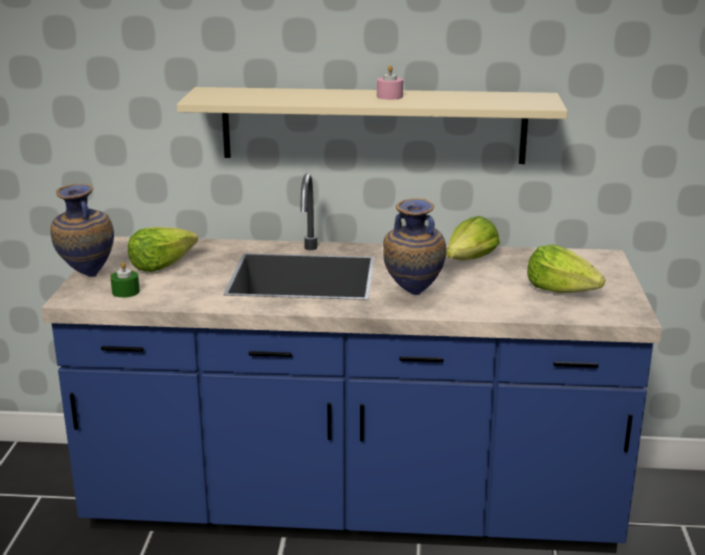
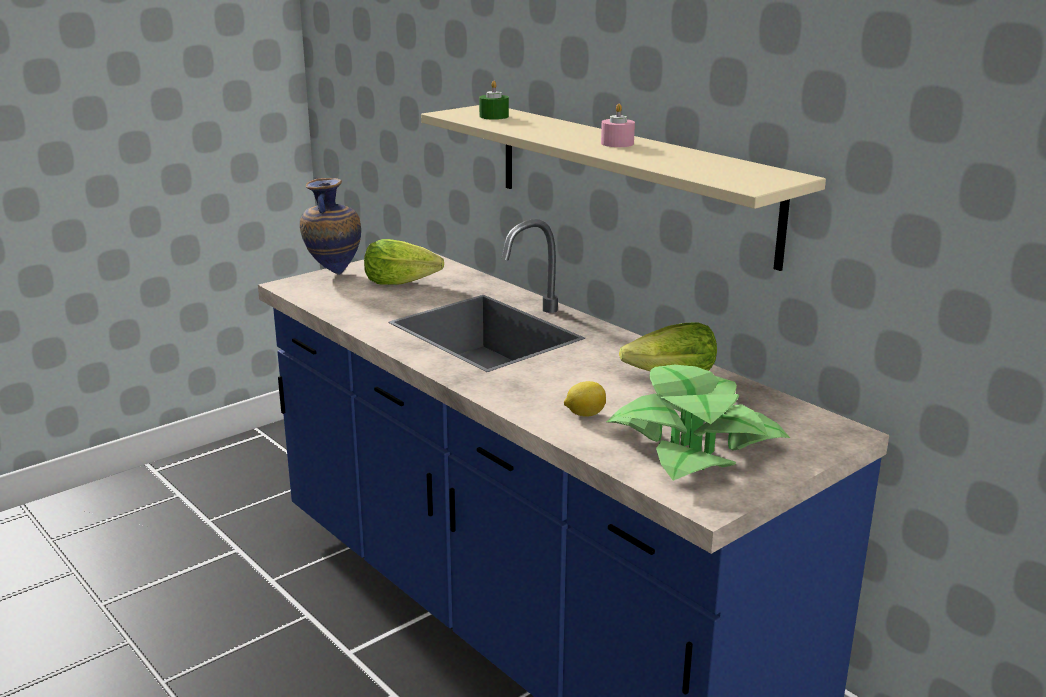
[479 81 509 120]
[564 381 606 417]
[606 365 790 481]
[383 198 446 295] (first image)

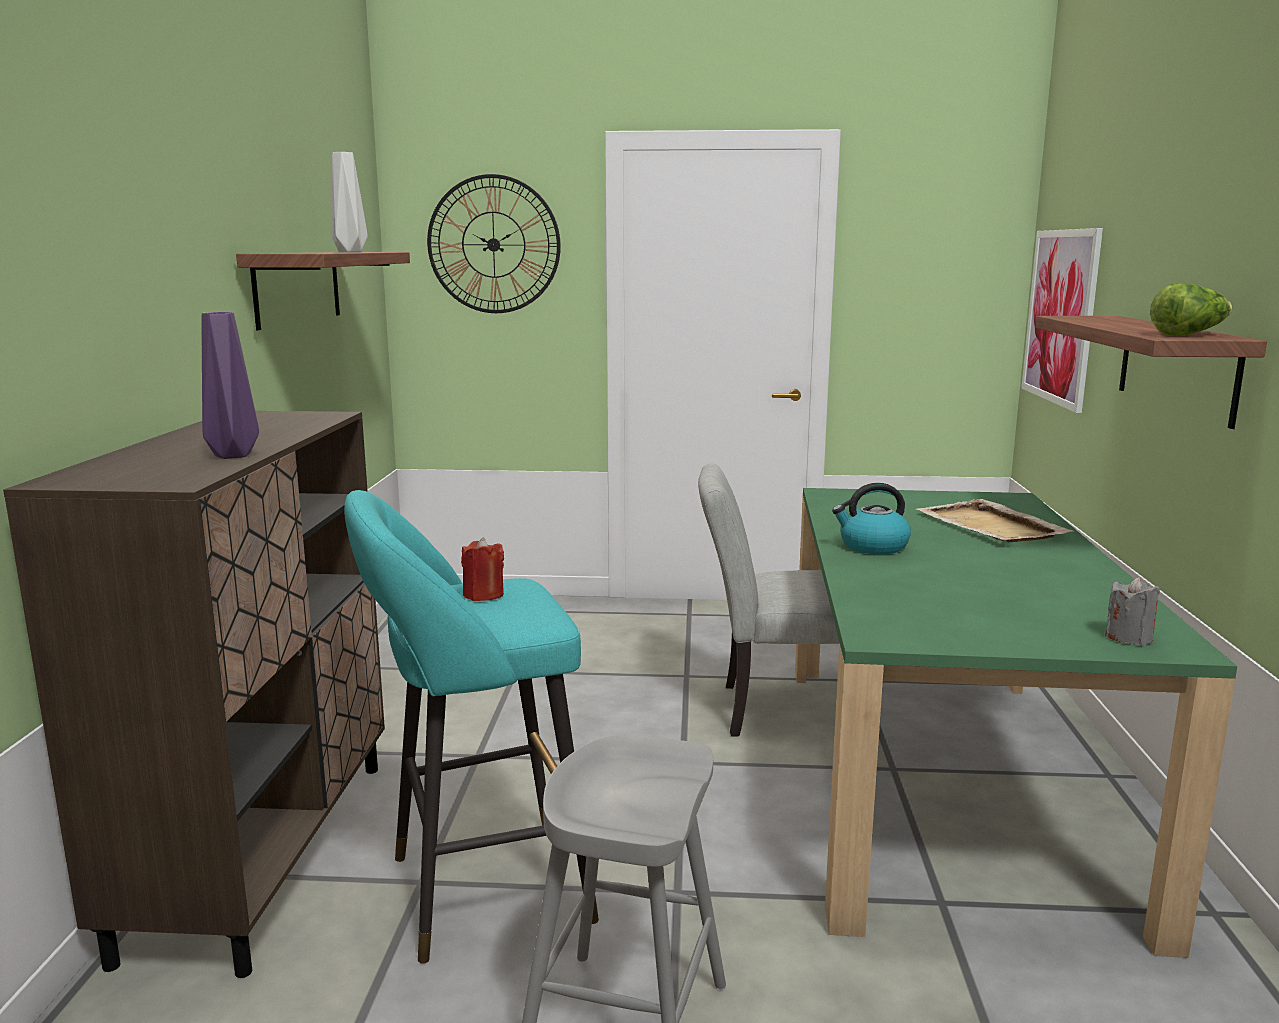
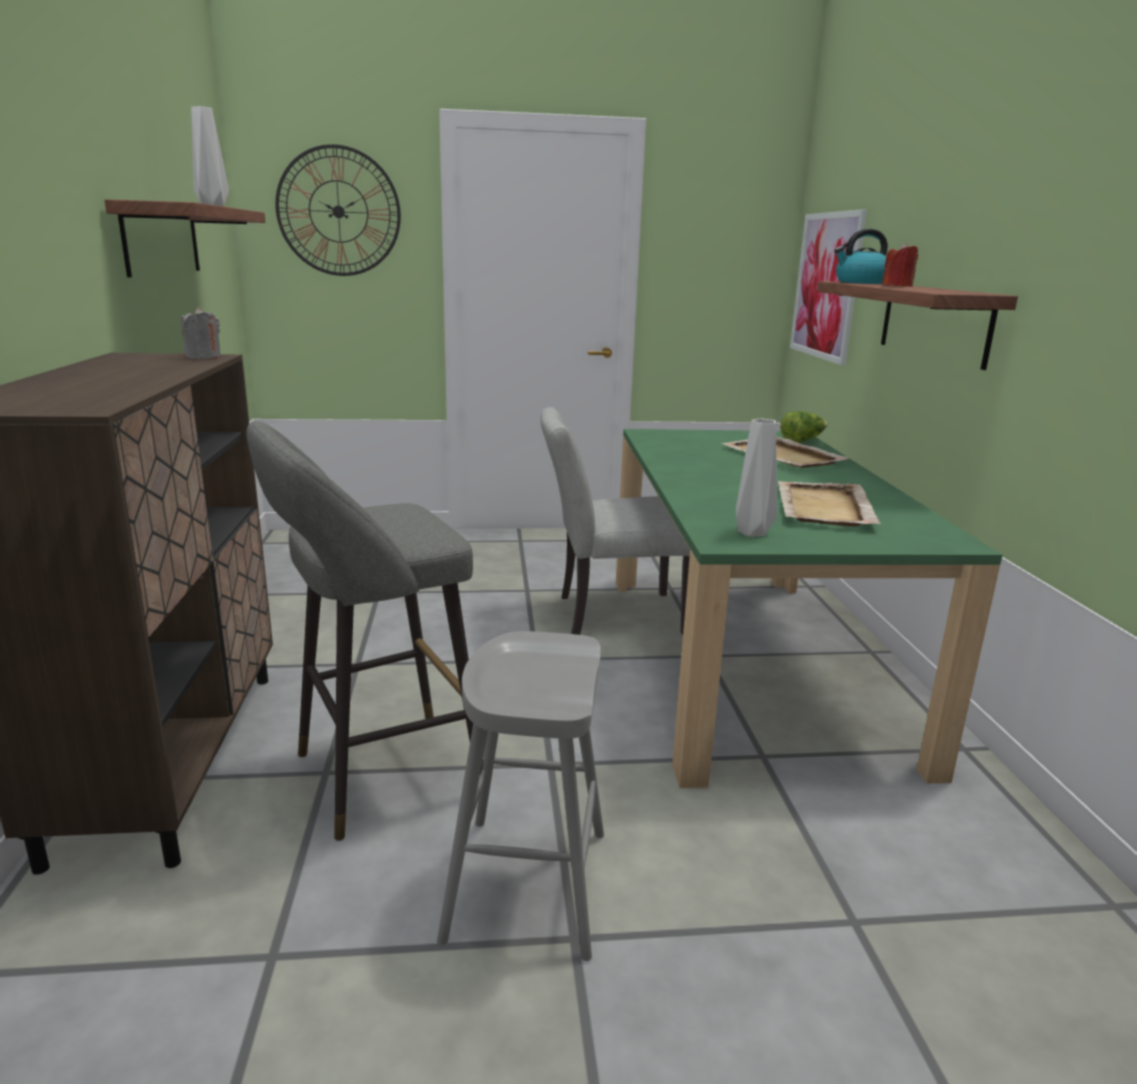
[181 307 221 359]
[246 421 483 841]
[736 418 777 537]
[778 481 881 527]
[780 411 827 443]
[834 229 888 284]
[882 242 918 287]
[201 312 259 459] (first image)

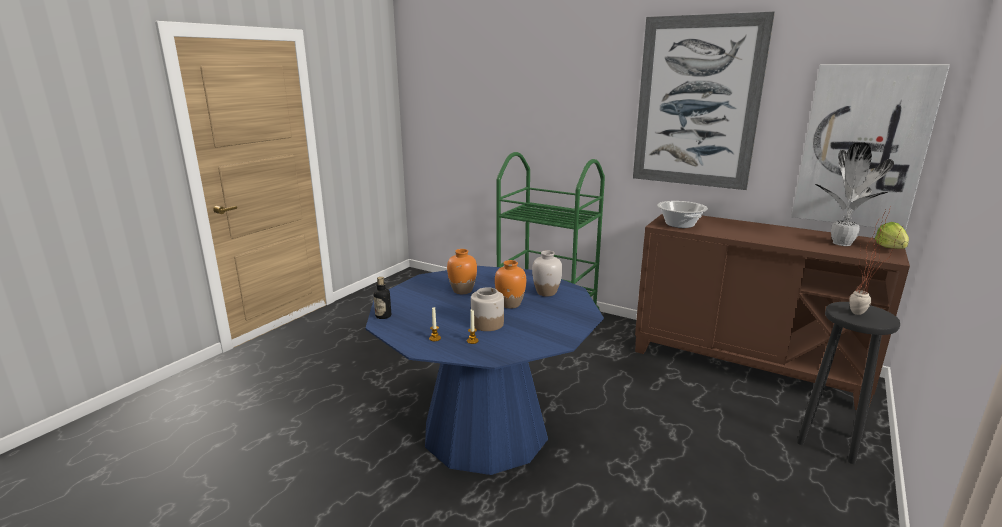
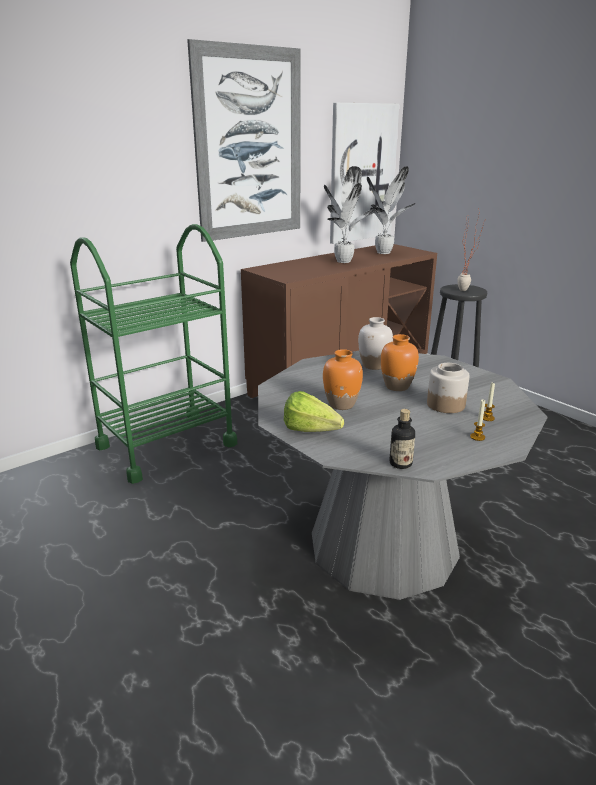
[258 351 547 600]
[284 391 344 432]
[324 166 376 263]
[657 201 708 228] (first image)

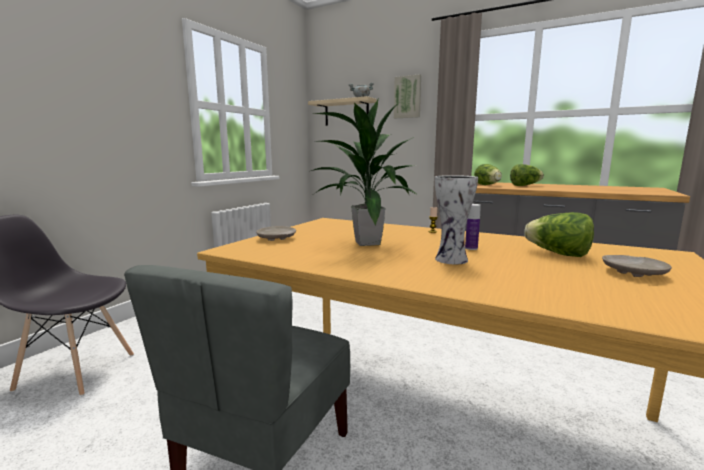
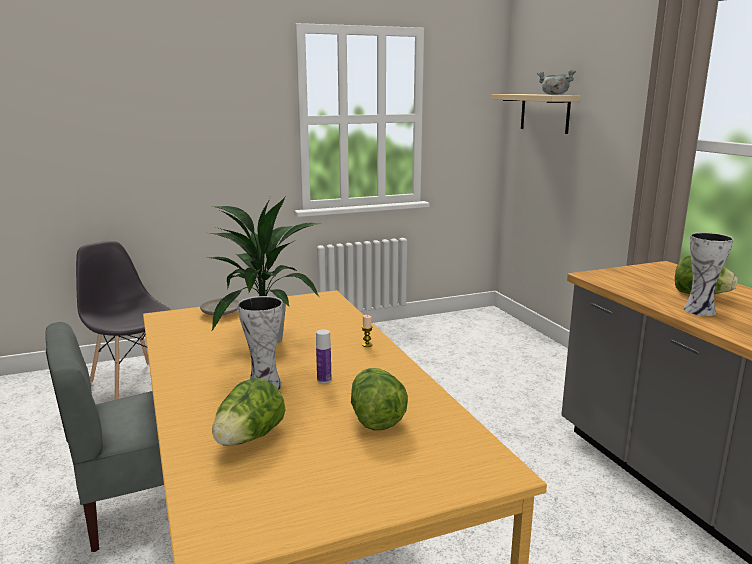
[212 378 285 446]
[684 232 734 316]
[394 74 421 118] (first image)
[602 255 672 277] (first image)

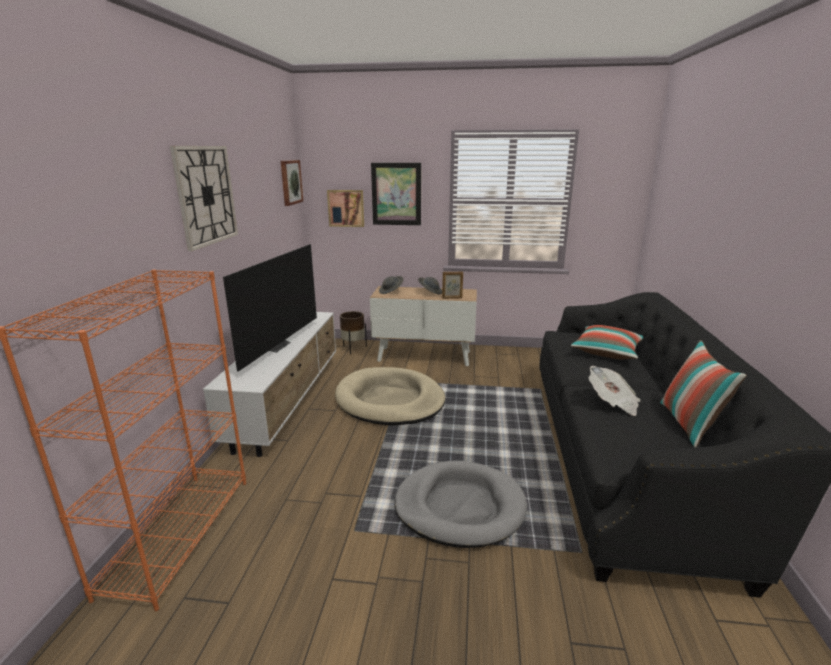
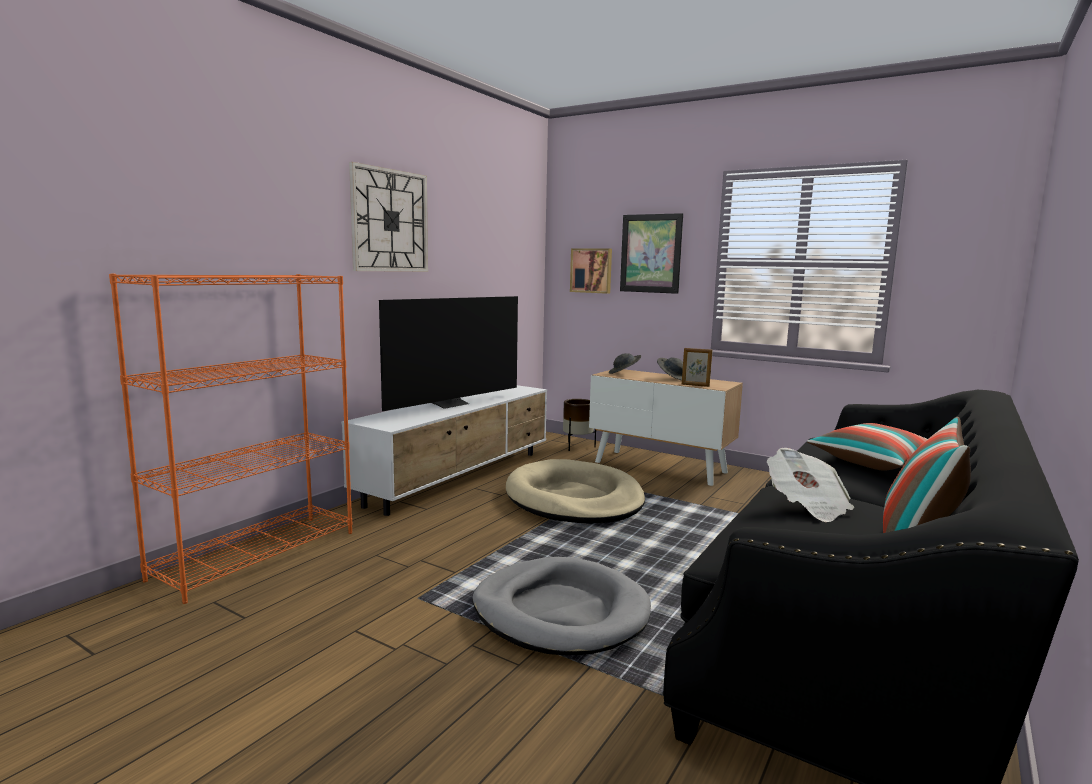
[281 160 303 206] (first image)

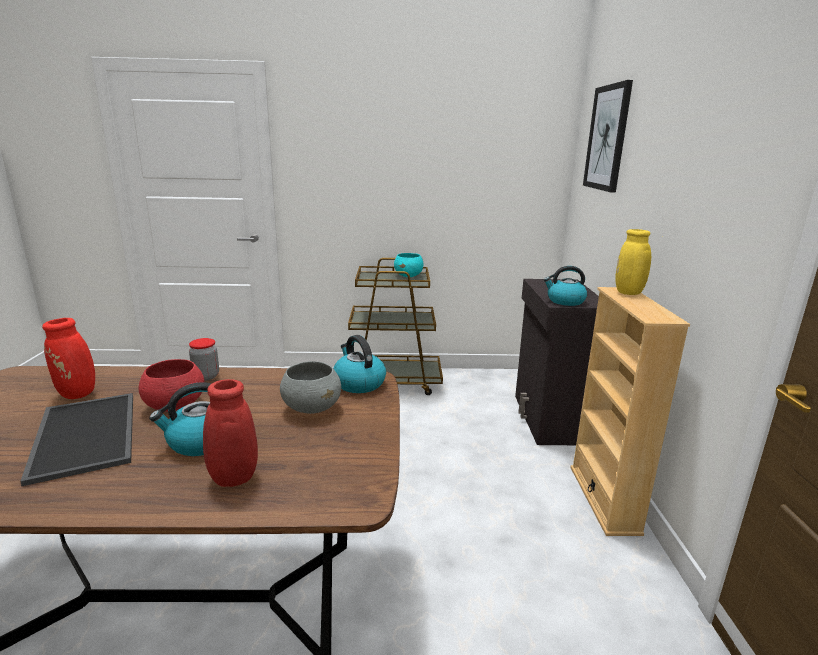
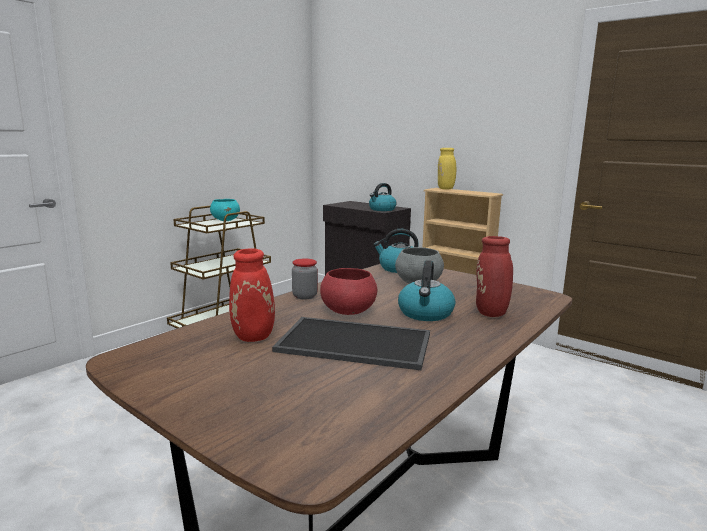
[583 80 633 193] (first image)

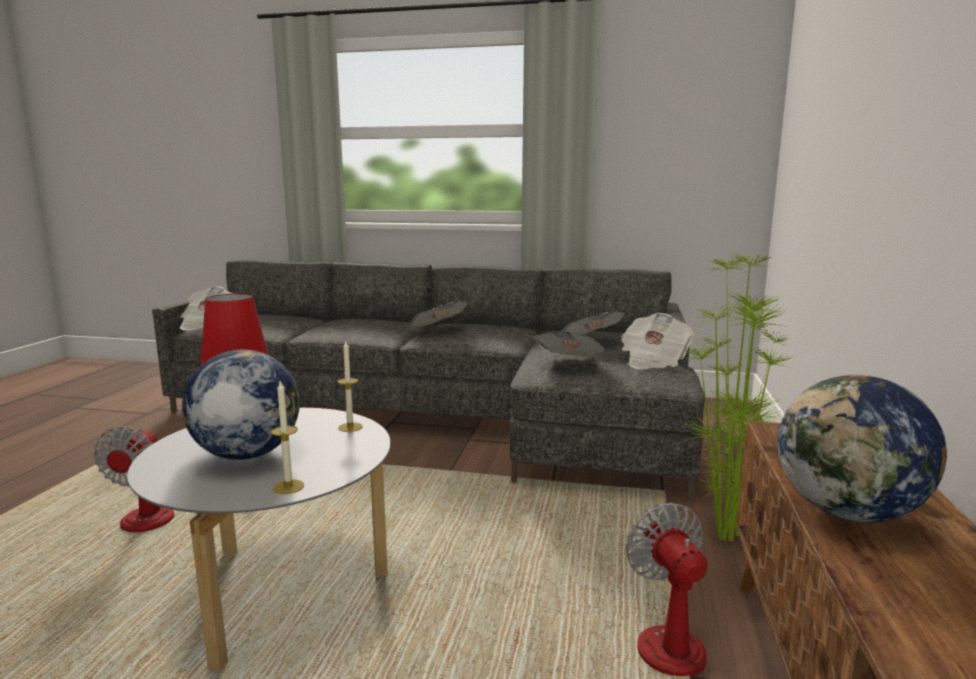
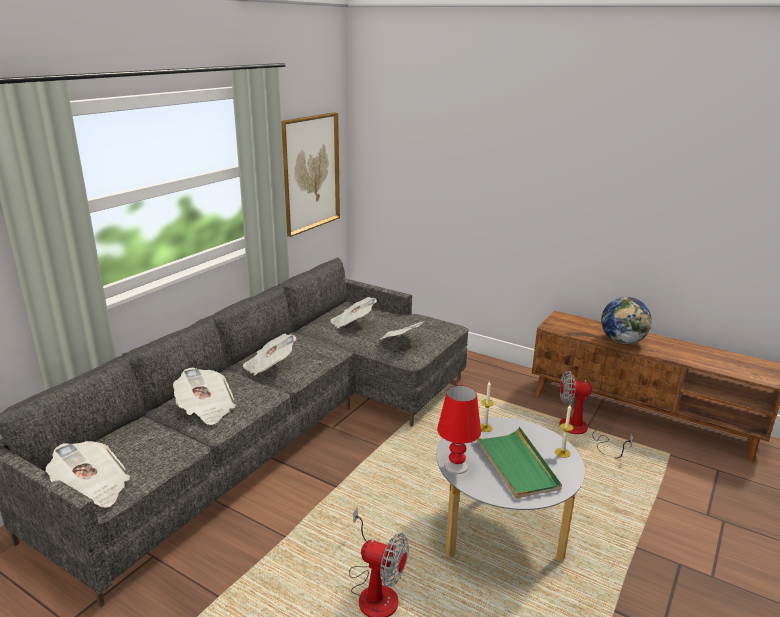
[173 367 236 425]
[281 112 340 237]
[477 427 562 498]
[678 252 793 541] (first image)

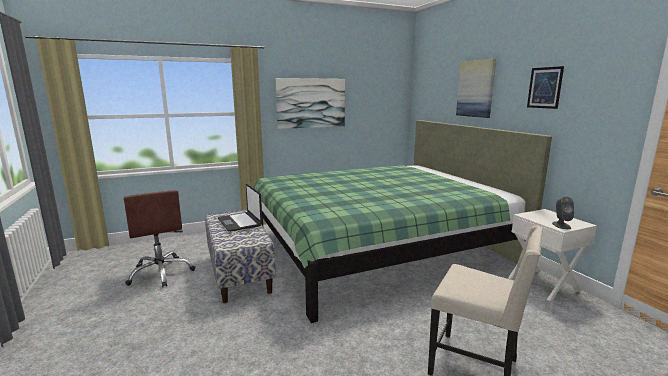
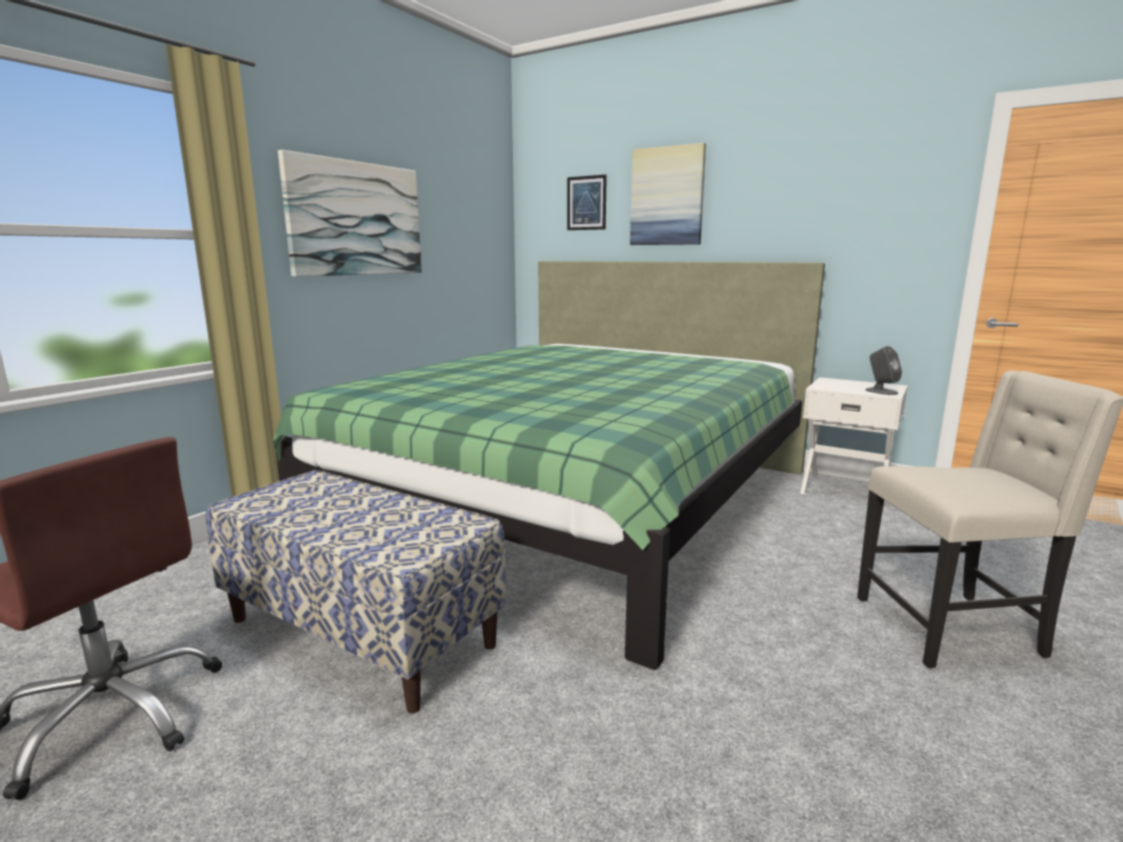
[567 175 607 230]
[218 184 263 232] (first image)

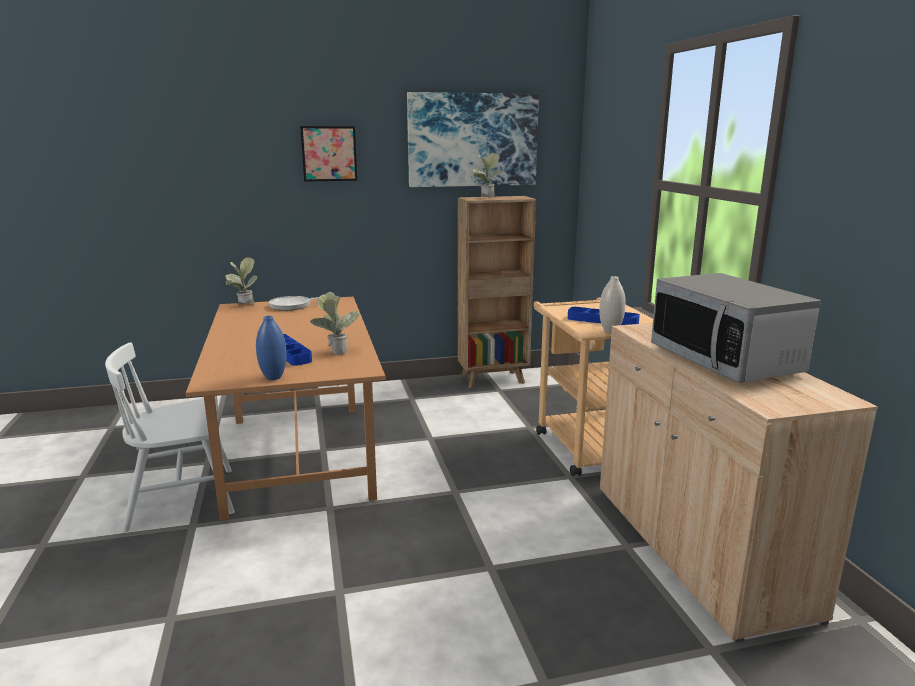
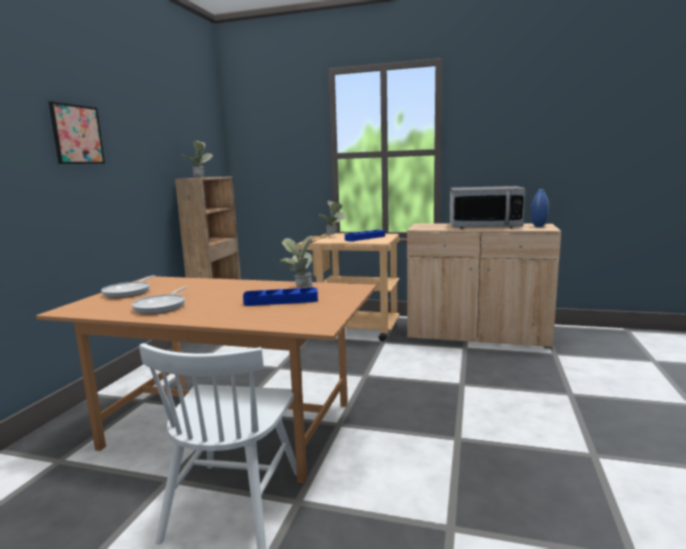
[131 286 187 314]
[318 201 346 235]
[531 189 549 227]
[407 92 539 187] (first image)
[599 276 626 333] (first image)

